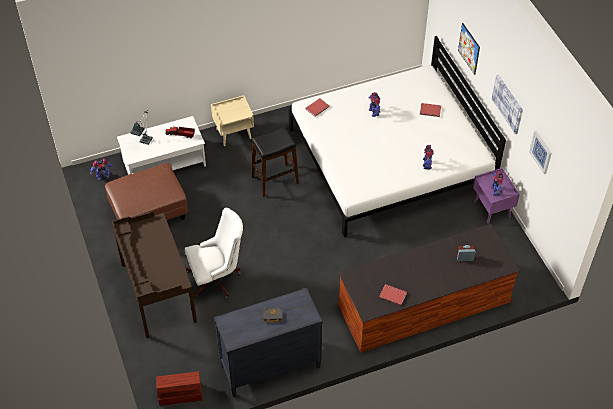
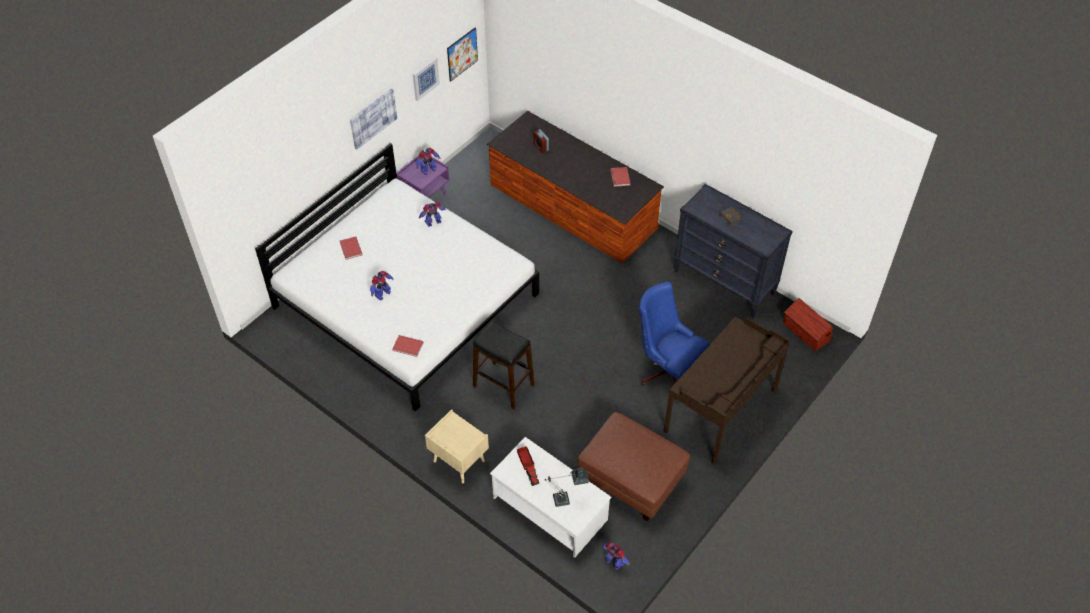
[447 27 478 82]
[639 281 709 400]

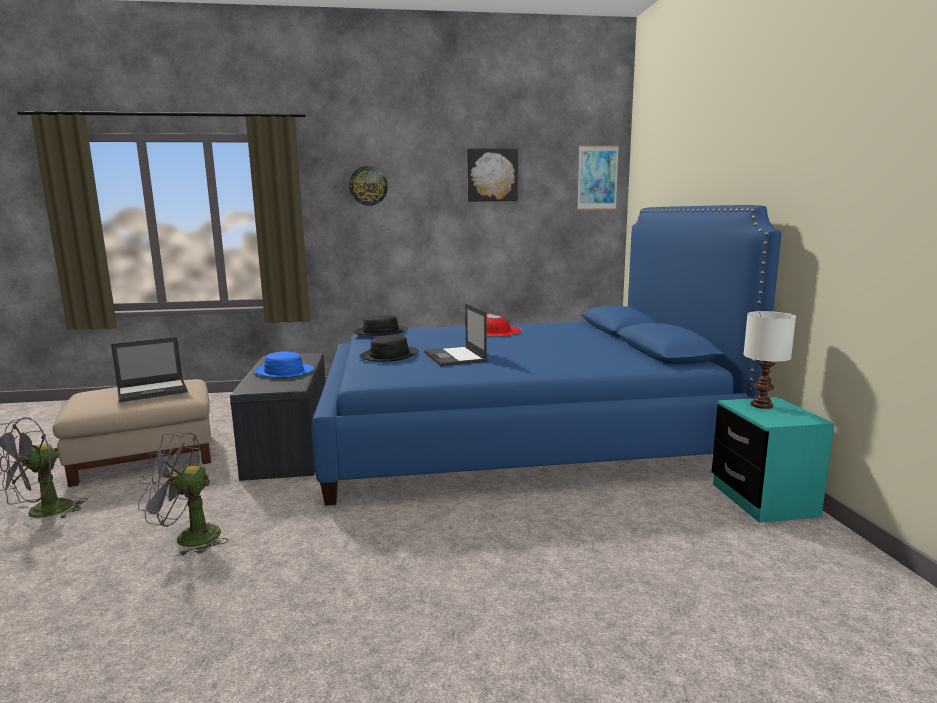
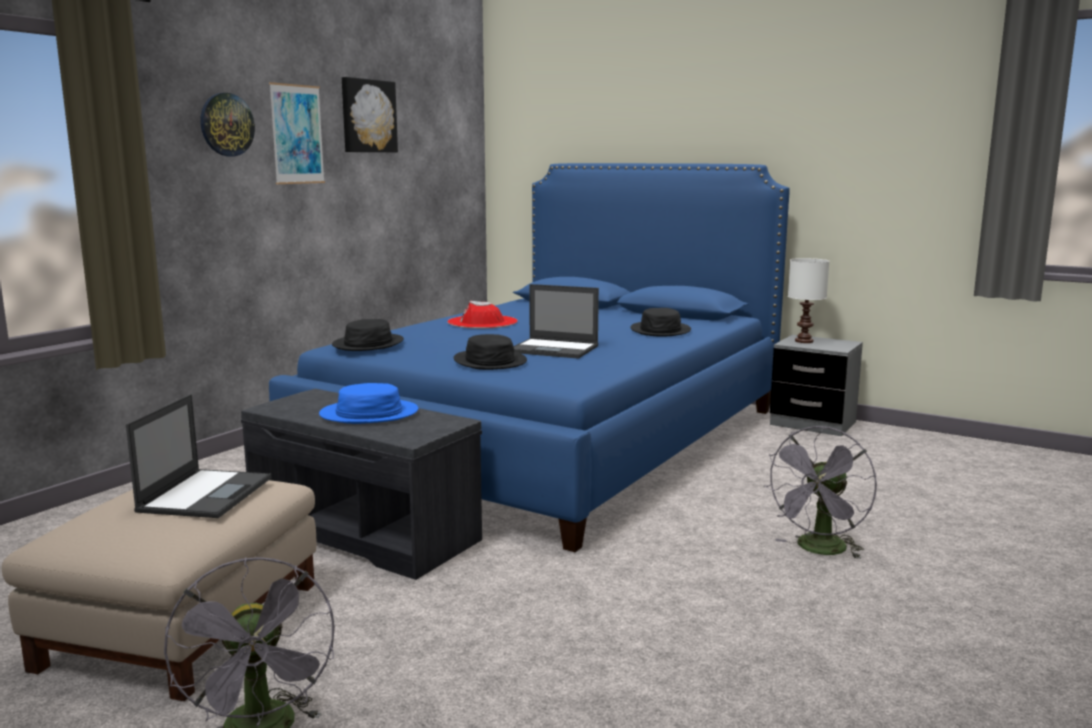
[269 82 325 184]
[630 308 691 337]
[764 426 877 559]
[770 335 863 436]

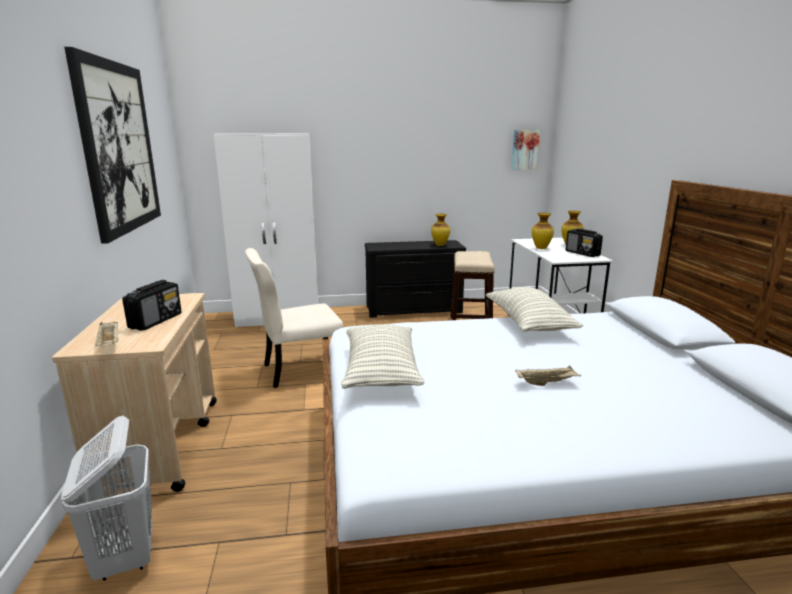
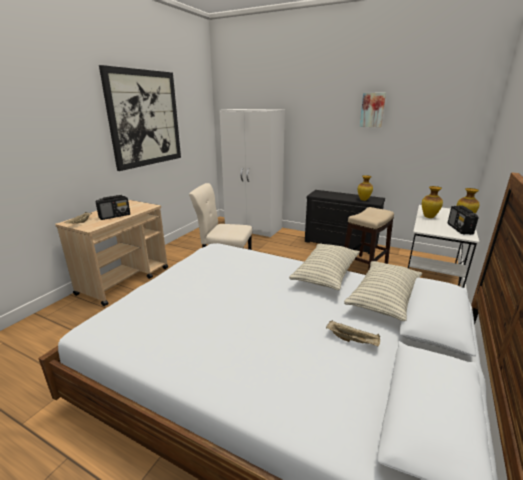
[326 320 380 347]
[344 261 422 321]
[360 93 386 127]
[61 416 152 581] (first image)

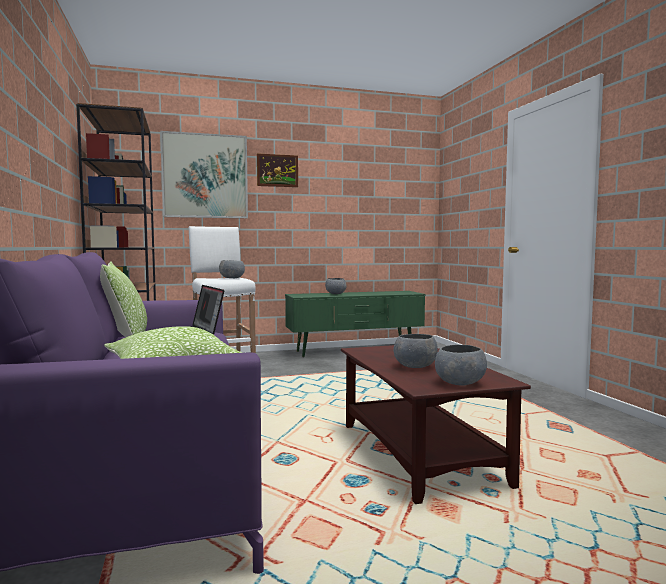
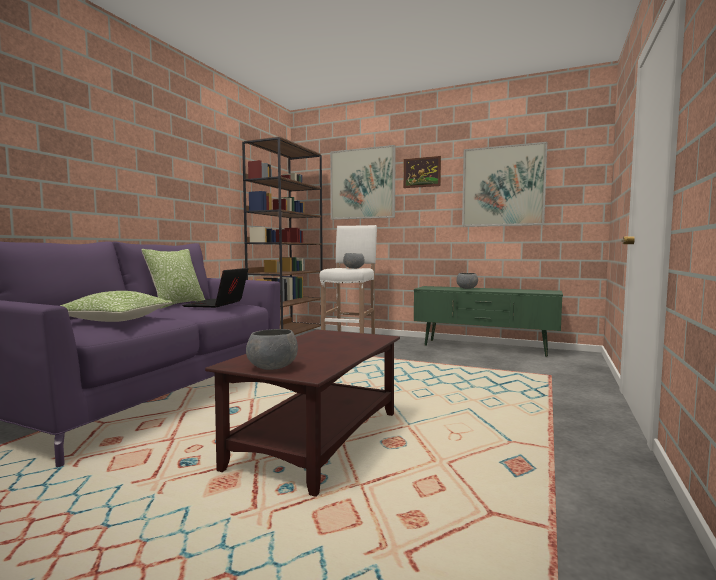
[462 142 547 227]
[393 334 438 368] (first image)

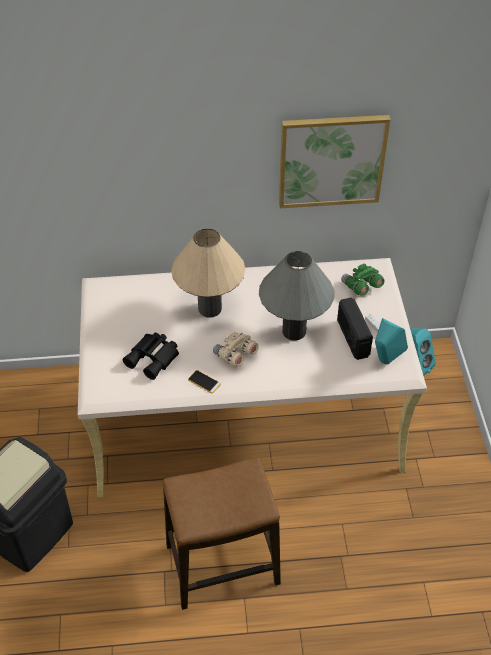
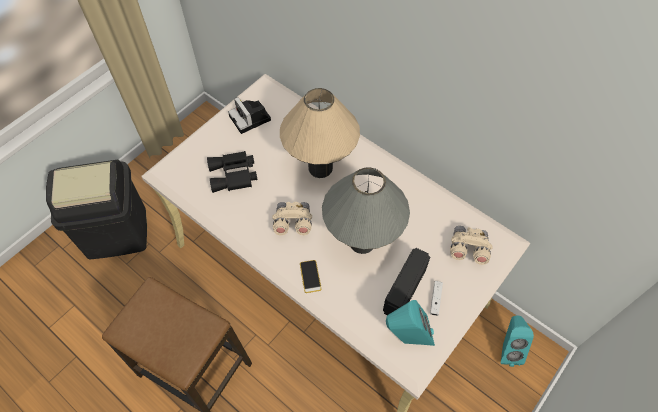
[228 97 271 134]
[300 260 321 293]
[450 226 493 265]
[279 115 391 208] (first image)

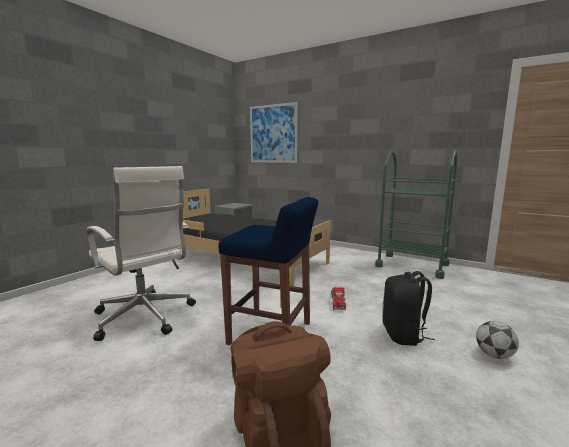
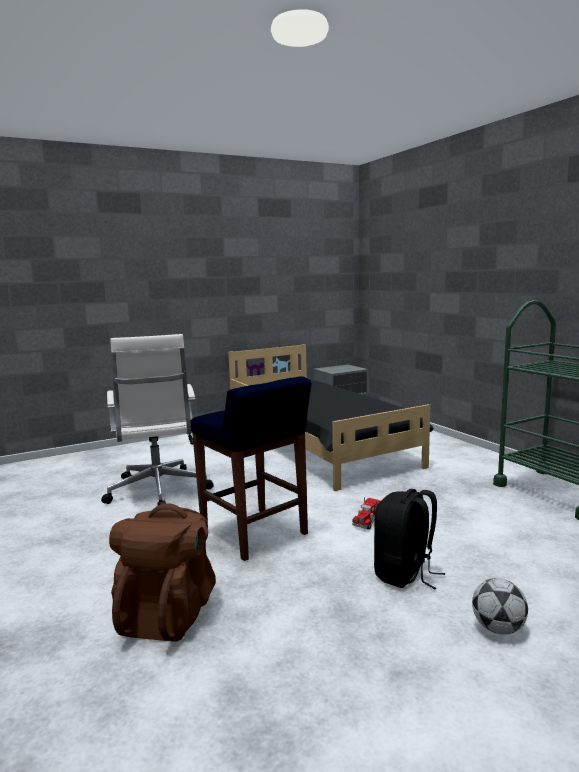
[250 102 298 163] (first image)

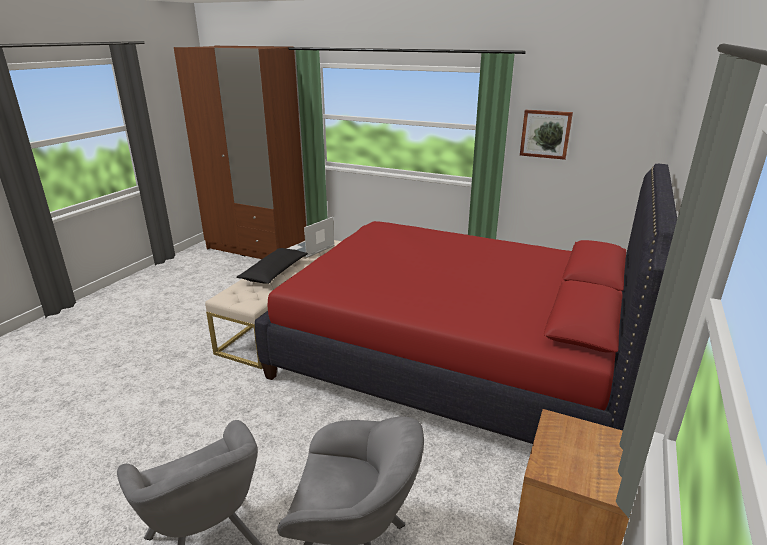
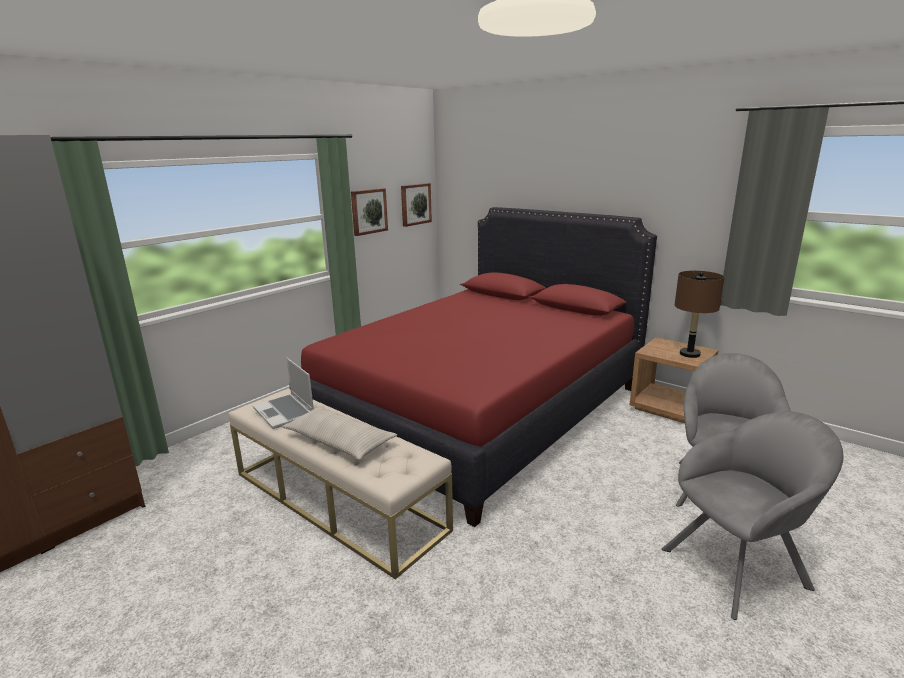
[282 406 397 460]
[401 183 432 227]
[675 271 725 358]

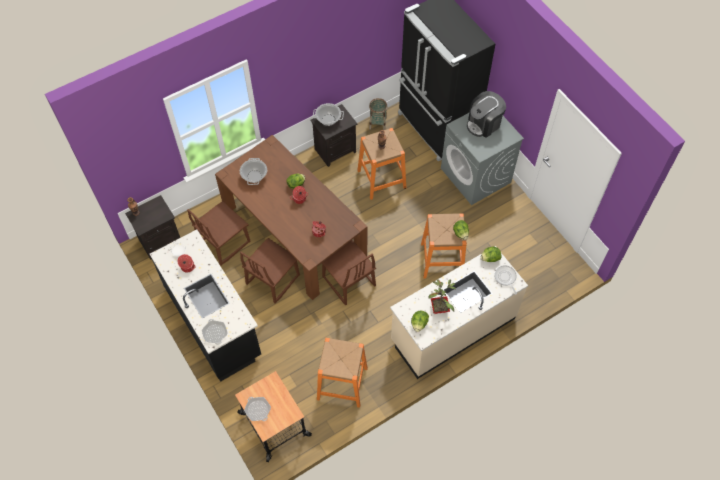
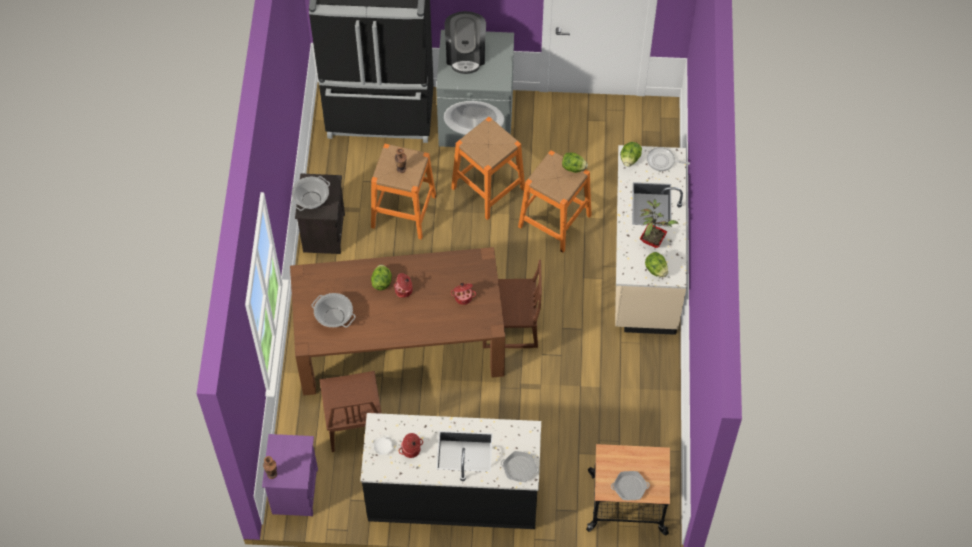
[262 434 318 516]
[451 117 525 220]
[240 238 300 303] (first image)
[369 98 387 130] (first image)

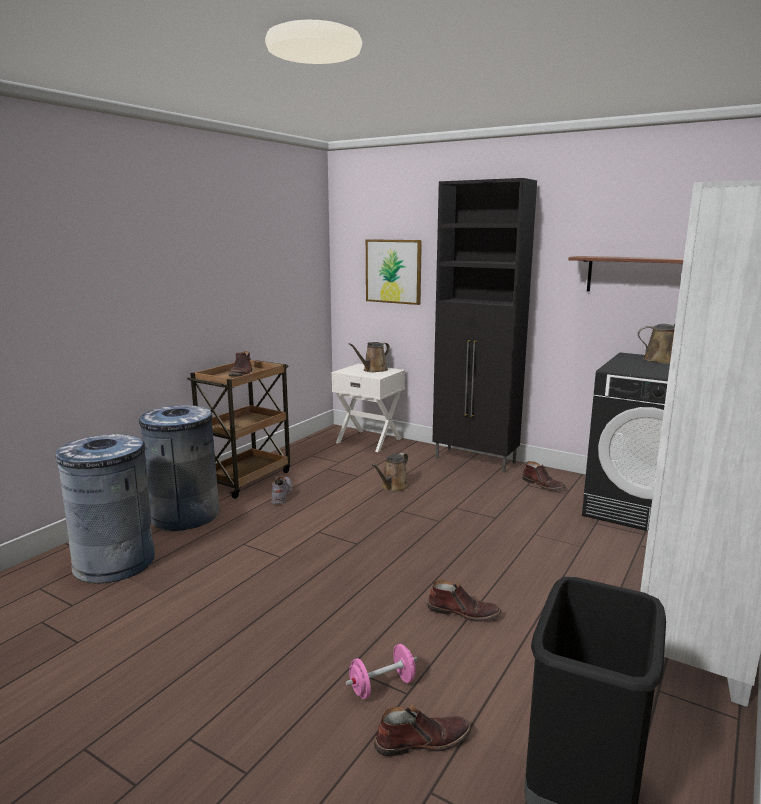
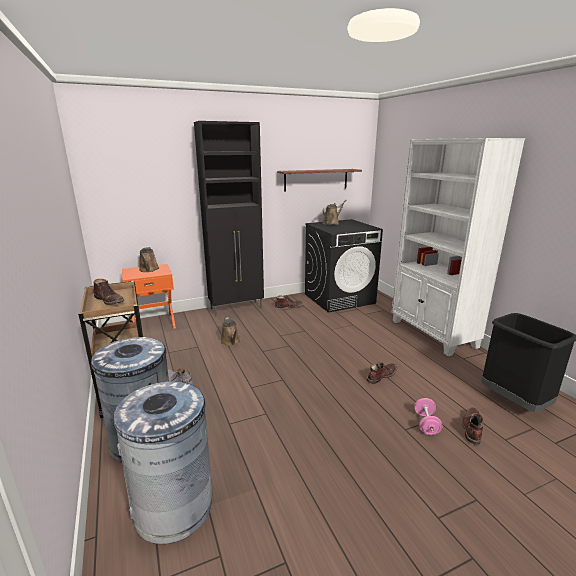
[122 264 176 329]
[366 239 422 305] (first image)

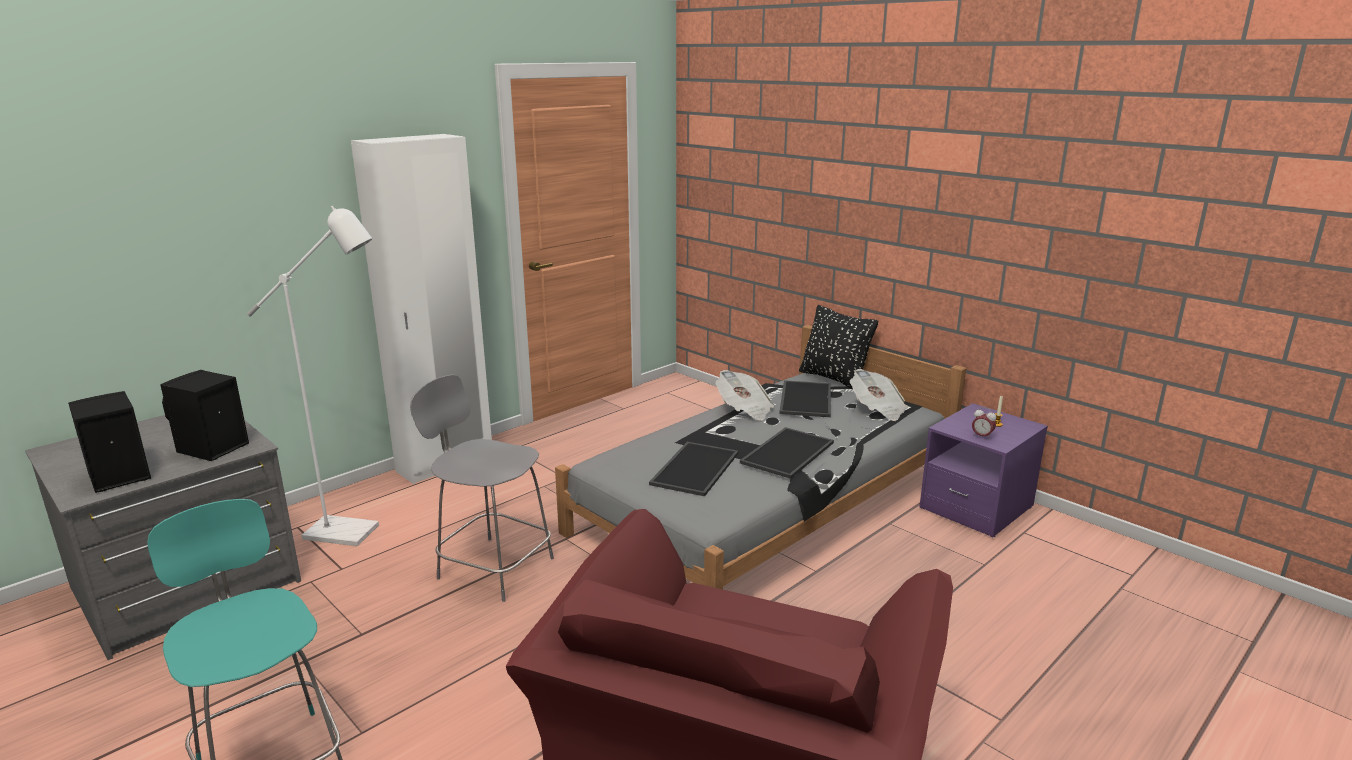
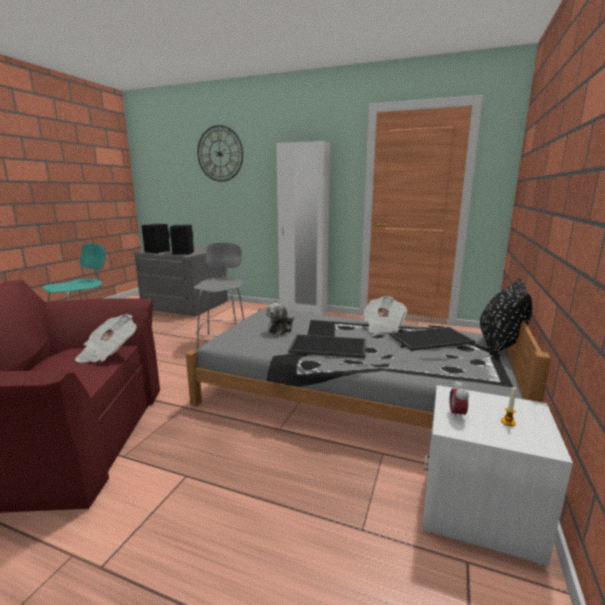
[75 314 137 363]
[197 125 243 182]
[266 303 294 335]
[422 385 573 566]
[247 206 379 546] (first image)

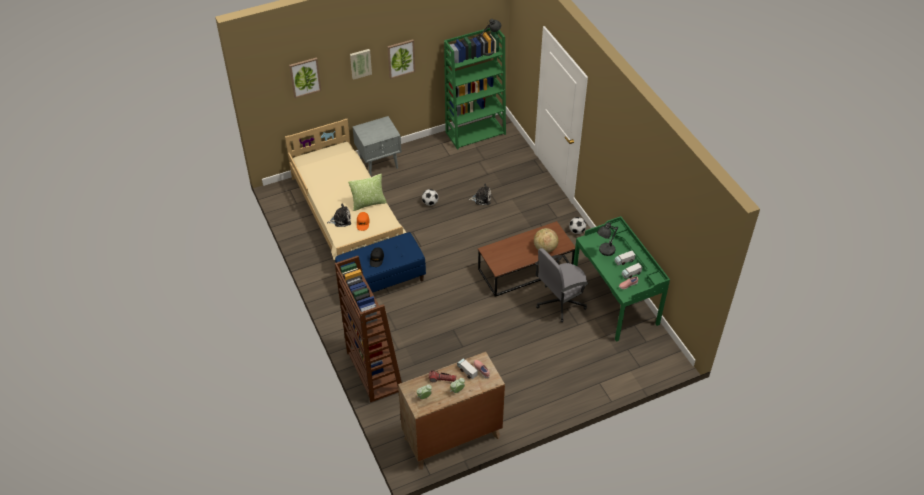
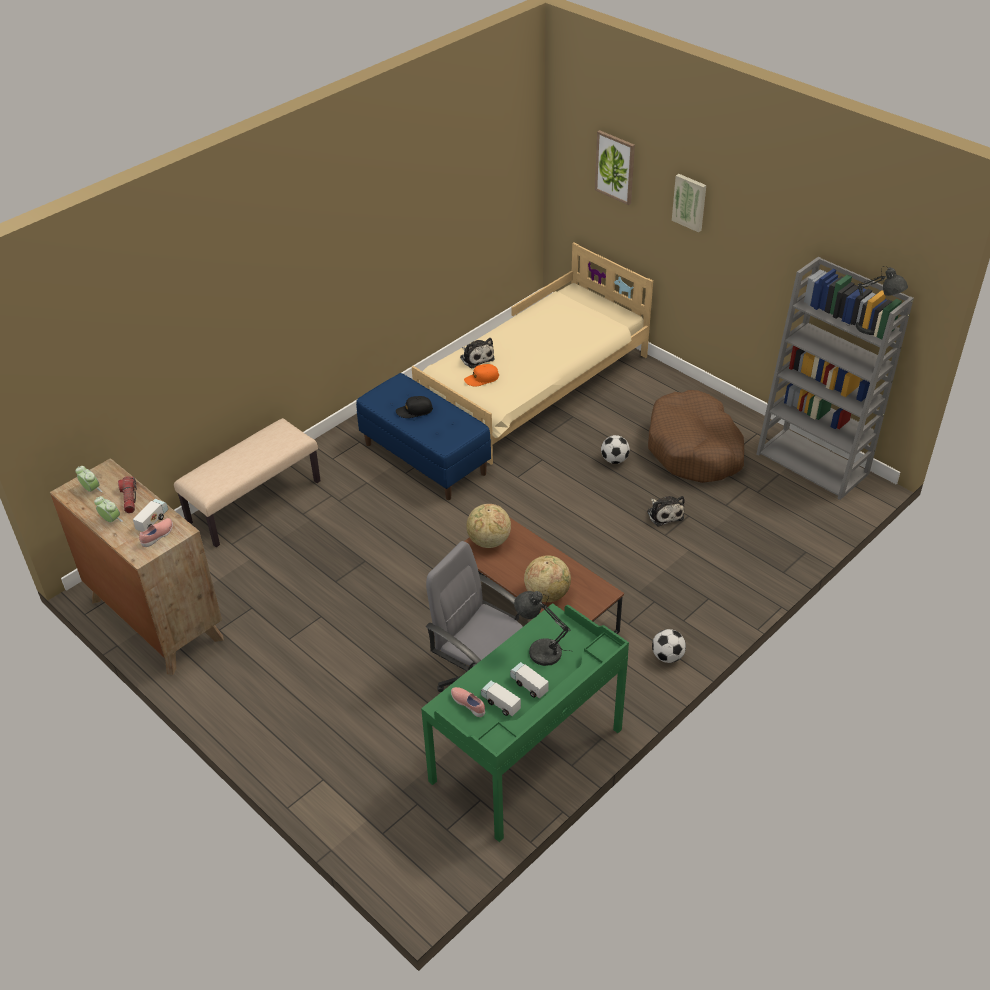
[174 418 321 547]
[466 504 511 548]
[648 390 744 483]
[757 257 914 500]
[348 174 387 211] (first image)
[352 116 401 176] (first image)
[387 39 415 79] (first image)

